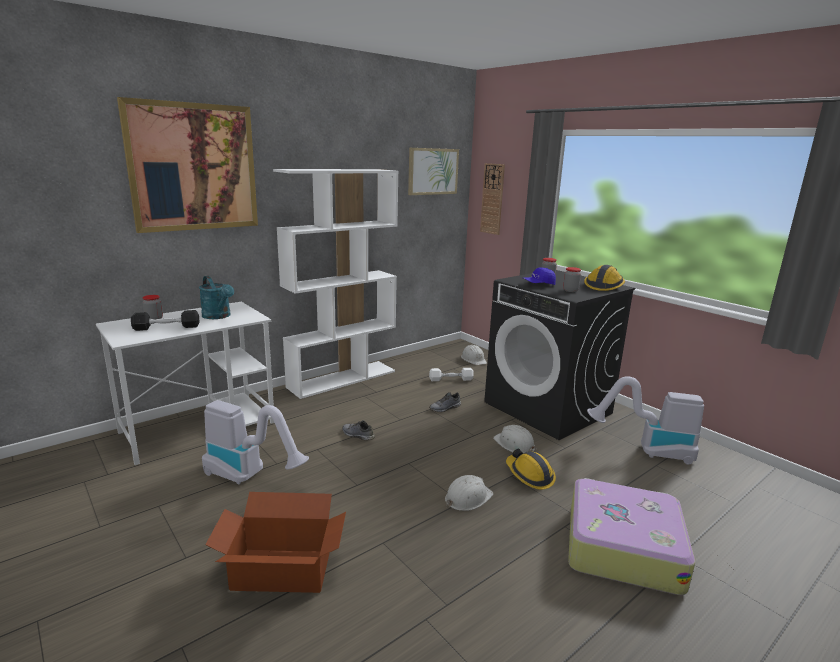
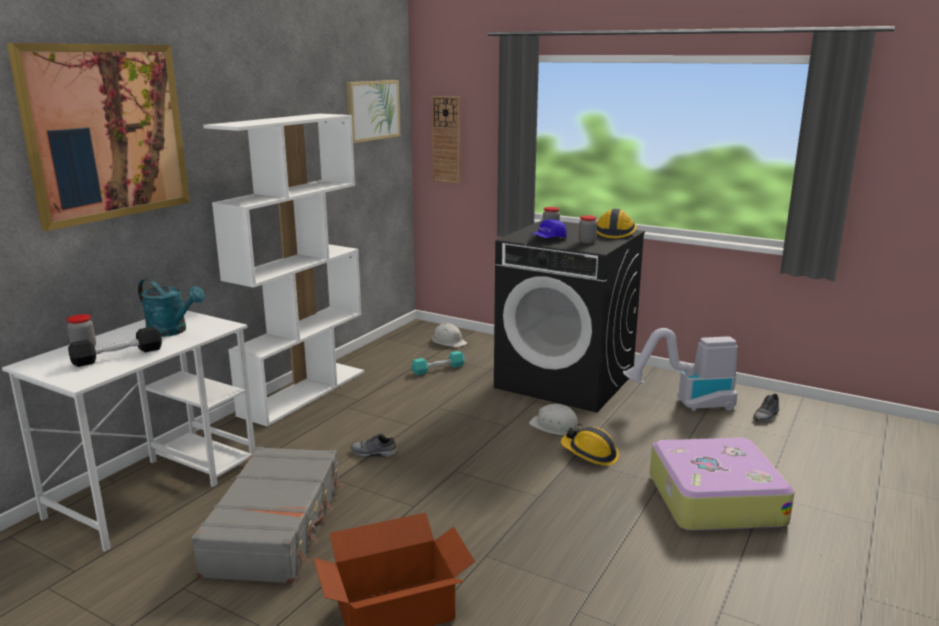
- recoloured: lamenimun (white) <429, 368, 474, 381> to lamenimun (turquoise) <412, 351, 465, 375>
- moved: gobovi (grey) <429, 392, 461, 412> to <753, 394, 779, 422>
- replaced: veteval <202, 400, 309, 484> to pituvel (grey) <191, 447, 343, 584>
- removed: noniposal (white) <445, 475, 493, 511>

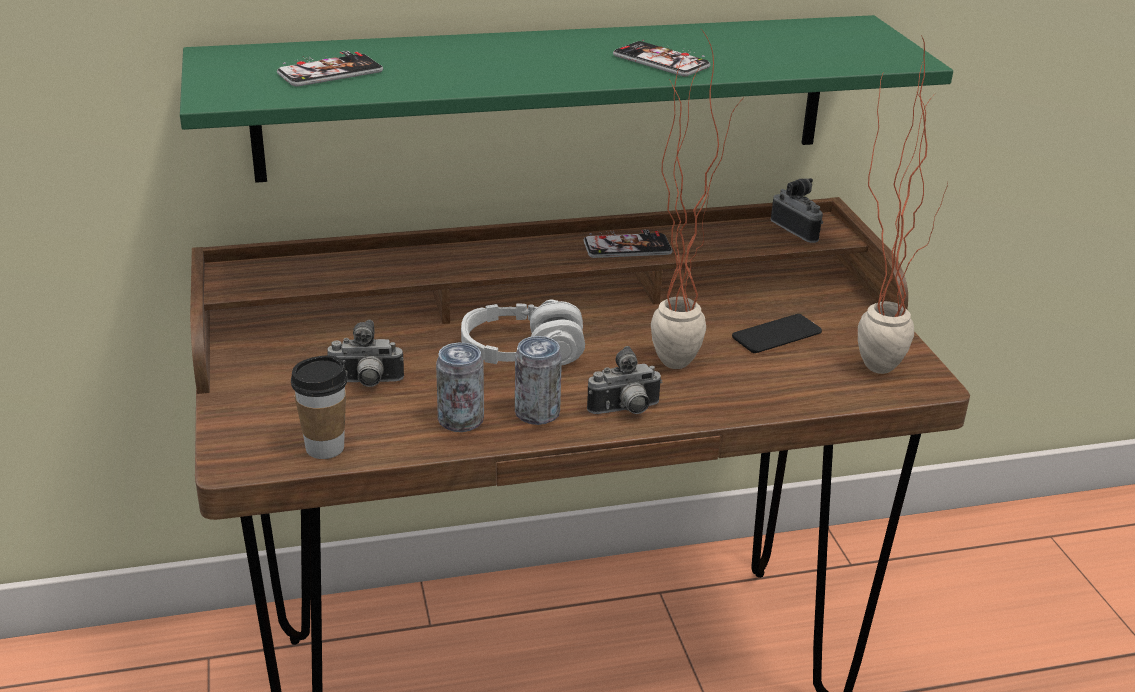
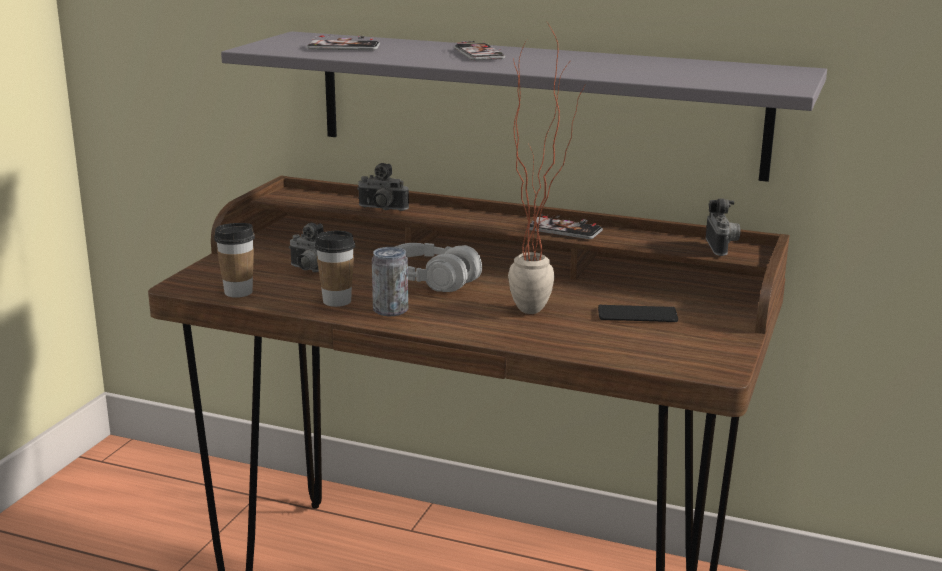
- recoloured: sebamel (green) <180, 15, 953, 183> to sebamel (grey) <221, 31, 827, 182>
- removed: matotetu <858, 35, 948, 374>
- moved: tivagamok <613, 41, 710, 76> to <454, 41, 505, 60>
- replaced: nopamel <436, 342, 484, 432> to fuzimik <315, 230, 355, 307>
- moved: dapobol <587, 346, 663, 414> to <357, 163, 409, 211>

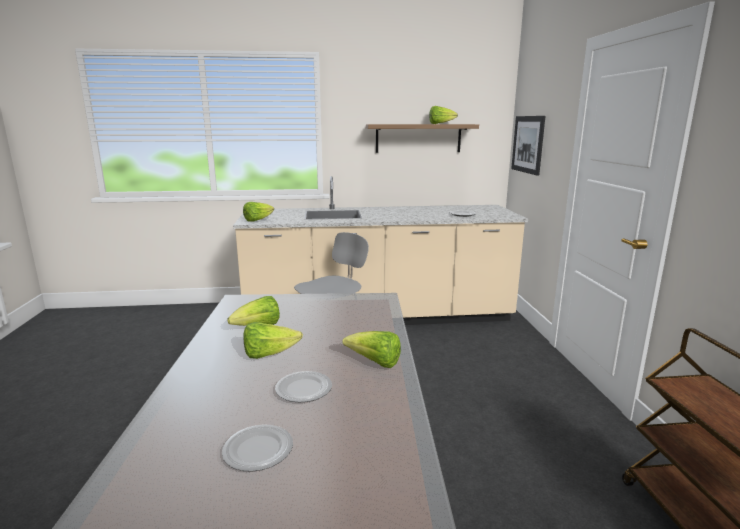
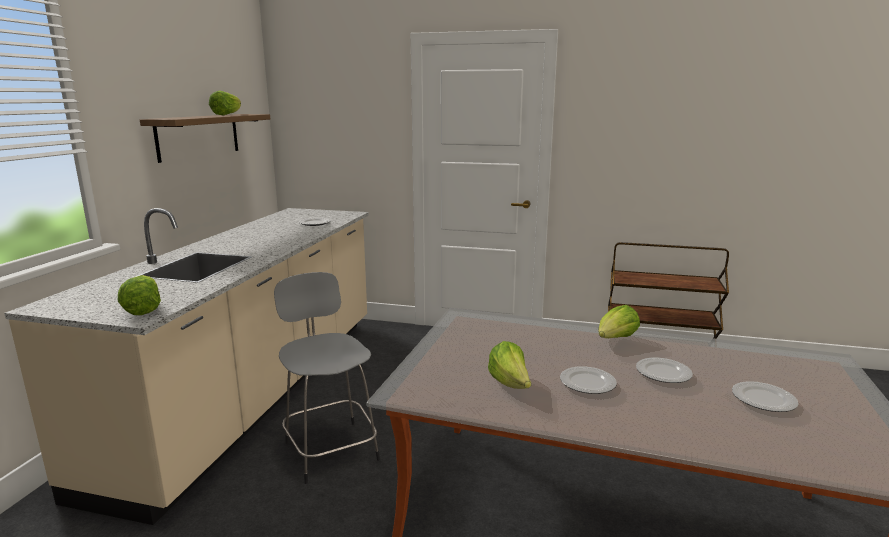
- removed: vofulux <511, 116, 545, 176>
- replaced: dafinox <243, 322, 303, 359> to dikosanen <560, 366, 617, 394>

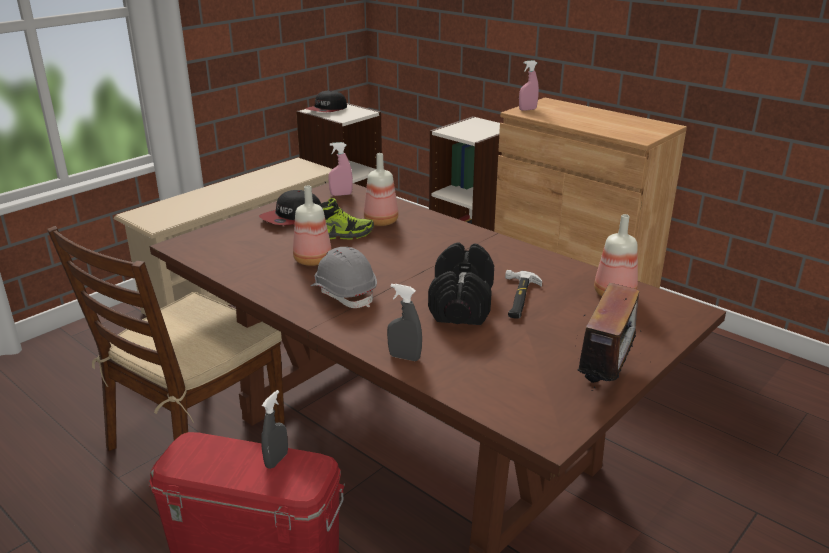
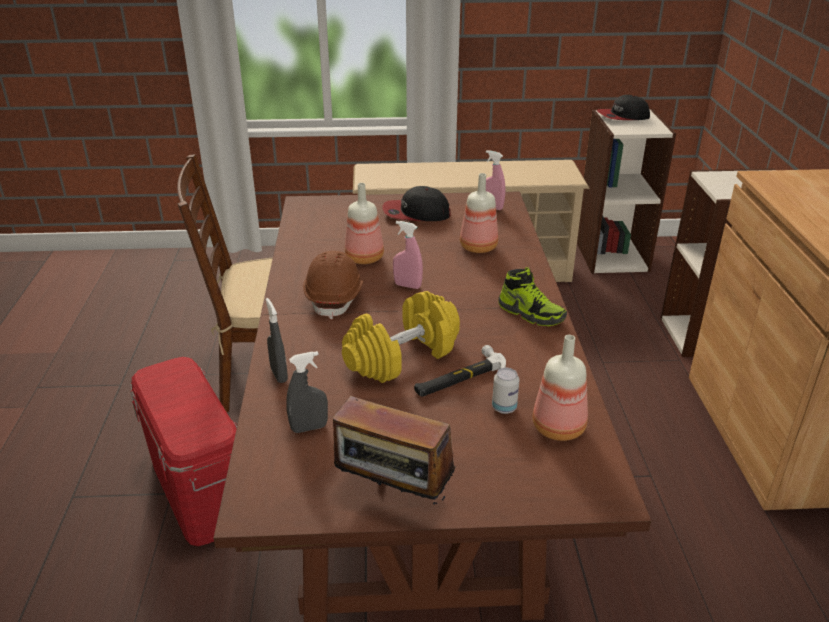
- moved: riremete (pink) <519, 60, 539, 111> to <393, 221, 423, 289>
- moved: gobovi <319, 198, 374, 240> to <498, 267, 567, 326>
- recoloured: lamenimun (black) <428, 242, 494, 325> to lamenimun (yellow) <342, 291, 460, 383>
- recoloured: noniposal (grey) <310, 247, 377, 308> to noniposal (brown) <303, 251, 363, 319>
- turned: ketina <575, 283, 641, 391> = <333, 396, 455, 505> 45 degrees clockwise
- moved: riremete (grey) <261, 390, 288, 469> to <286, 351, 328, 433>
- added: nopamel <492, 368, 519, 414>

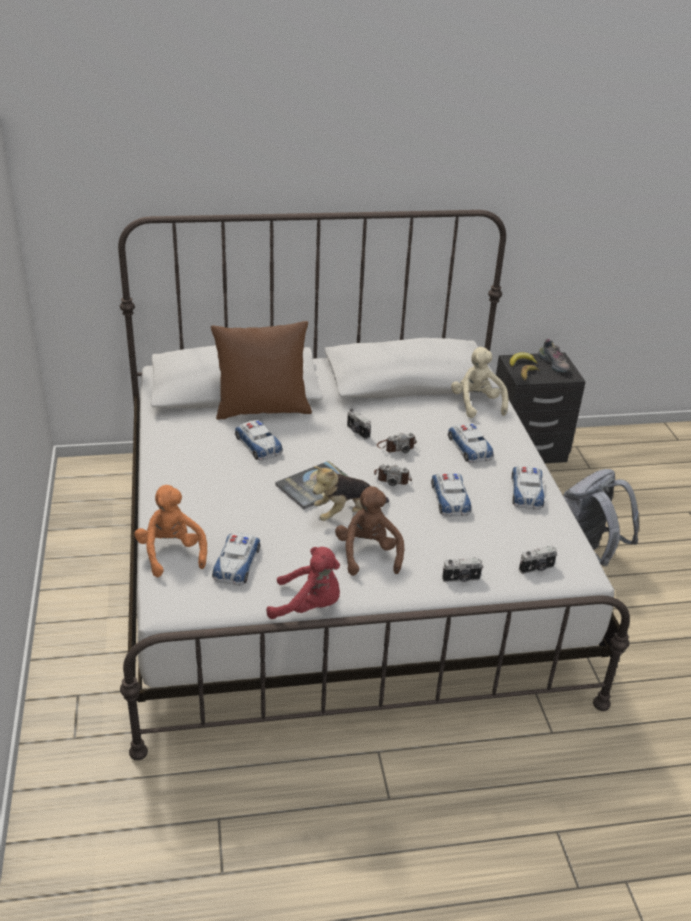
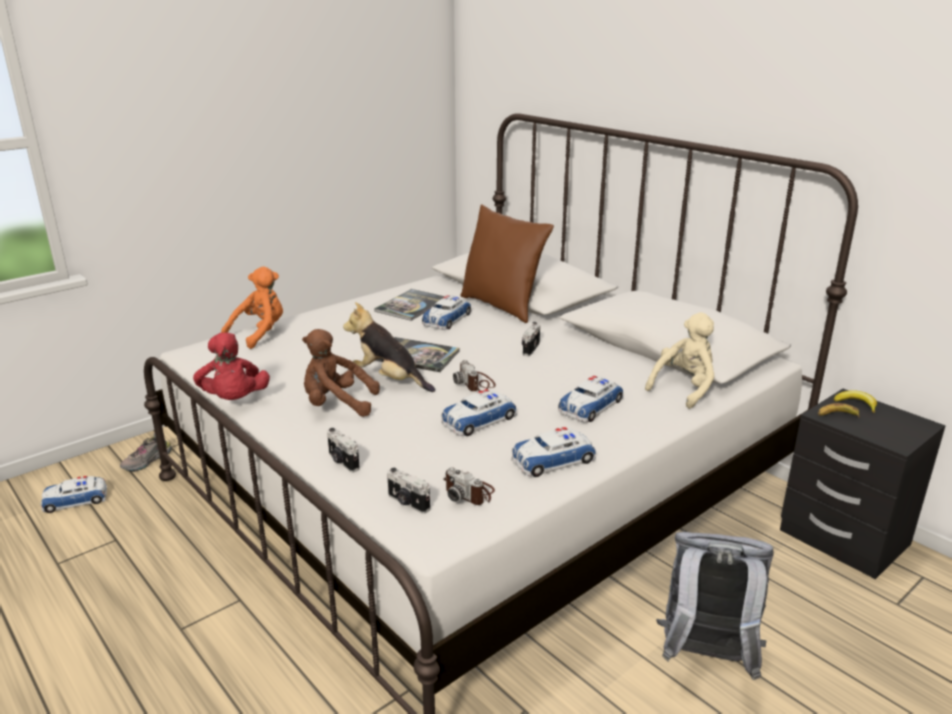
- moved: gobovi <538, 339, 570, 373> to <120, 433, 172, 472>
- moved: dapobol <377, 433, 417, 453> to <443, 467, 495, 505>
- turned: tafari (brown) <335, 486, 404, 576> = <302, 329, 380, 417> 135 degrees counterclockwise
- moved: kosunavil <212, 533, 261, 586> to <40, 476, 107, 513>
- added: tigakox <374, 289, 445, 321>

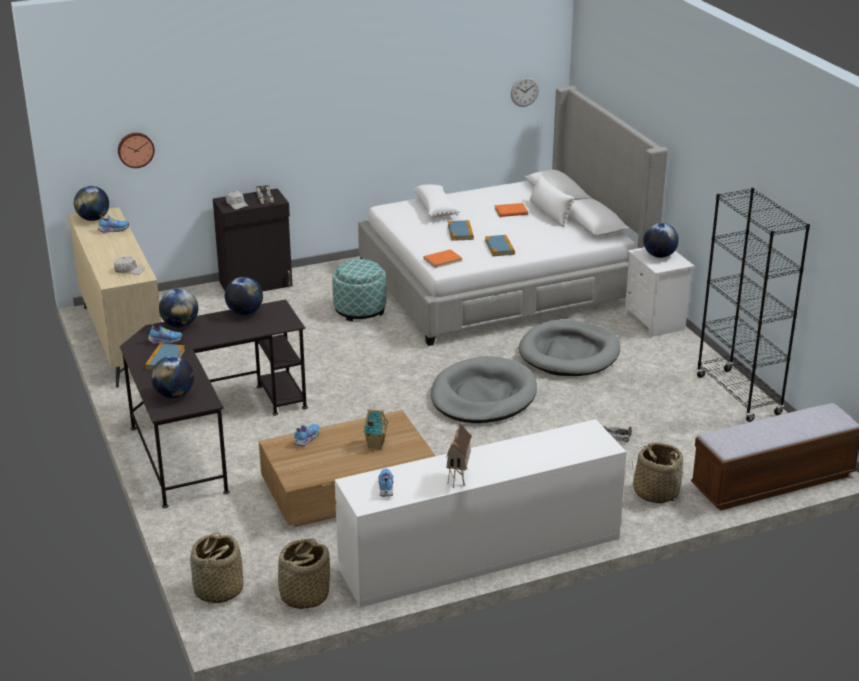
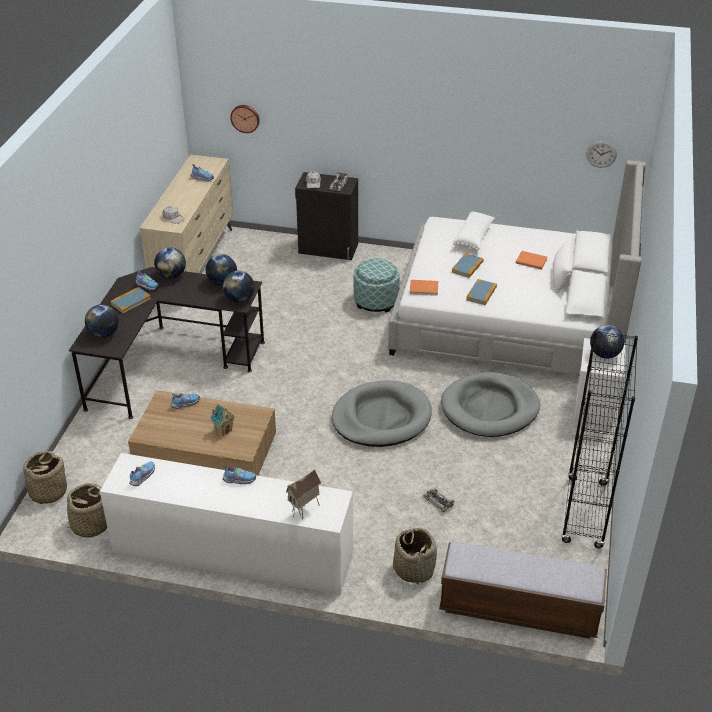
- moved: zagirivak <74, 186, 109, 221> to <222, 271, 254, 303>
- moved: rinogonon <446, 423, 472, 488> to <286, 469, 321, 520>
- added: gobovi <223, 466, 256, 484>

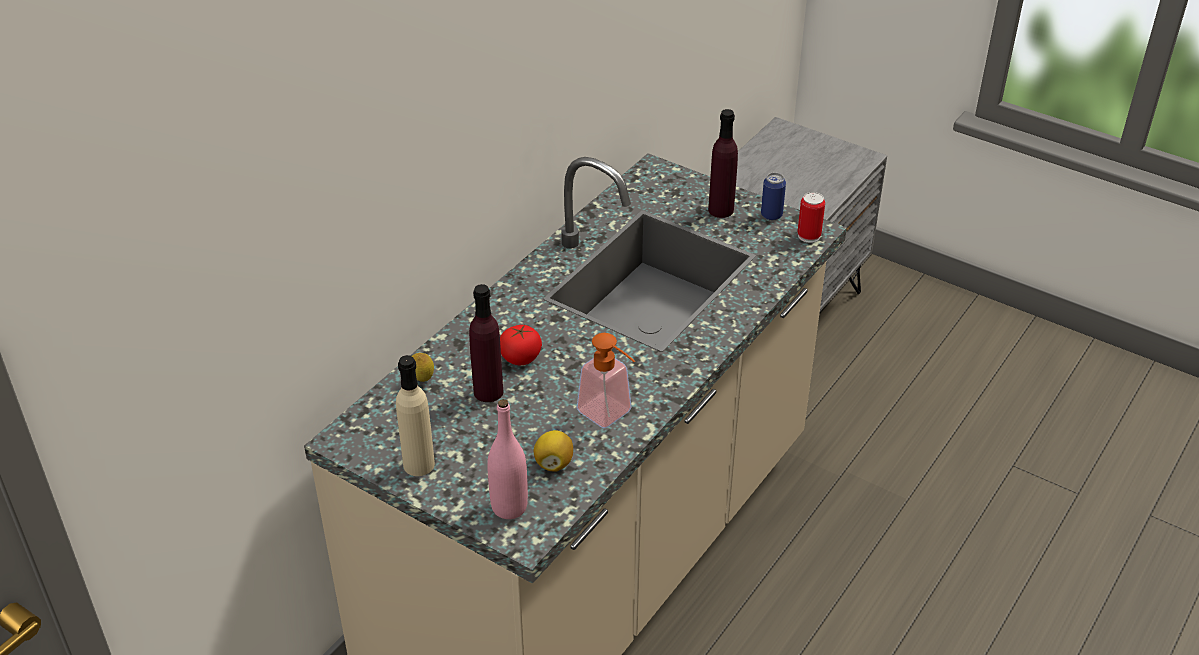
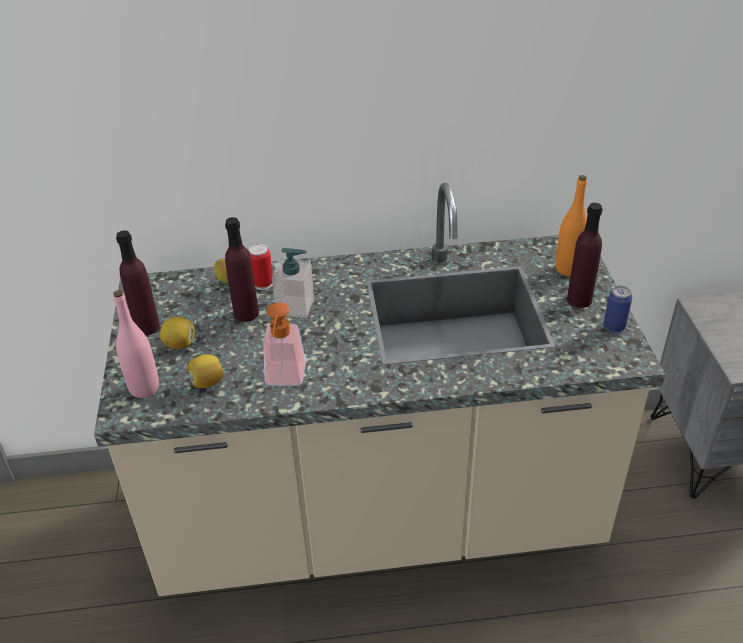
- moved: nopamel <797, 192, 825, 243> to <249, 244, 273, 290>
- replaced: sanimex <500, 325, 542, 365> to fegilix <271, 248, 314, 318>
- recoloured: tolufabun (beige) <396, 355, 435, 476> to tolufabun (purple) <116, 230, 160, 335>
- added: tolufabun (orange) <555, 175, 587, 276>
- added: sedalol <160, 317, 195, 349>

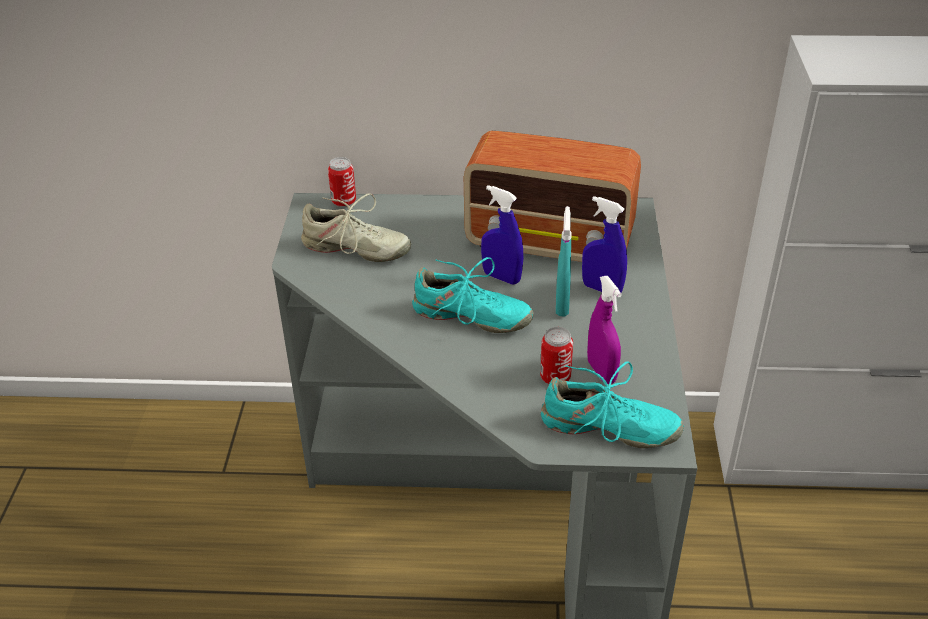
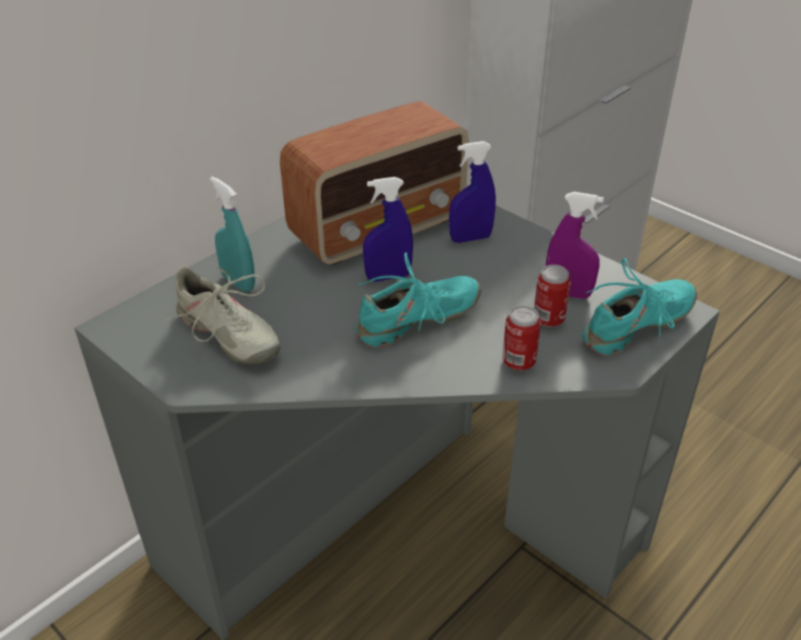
- moved: nopamel <328, 157, 356, 207> to <502, 305, 541, 371>
- turned: gobovi (beige) <301, 193, 411, 262> = <166, 264, 280, 364> 75 degrees clockwise
- moved: riremete (turquoise) <556, 206, 572, 316> to <210, 176, 255, 292>

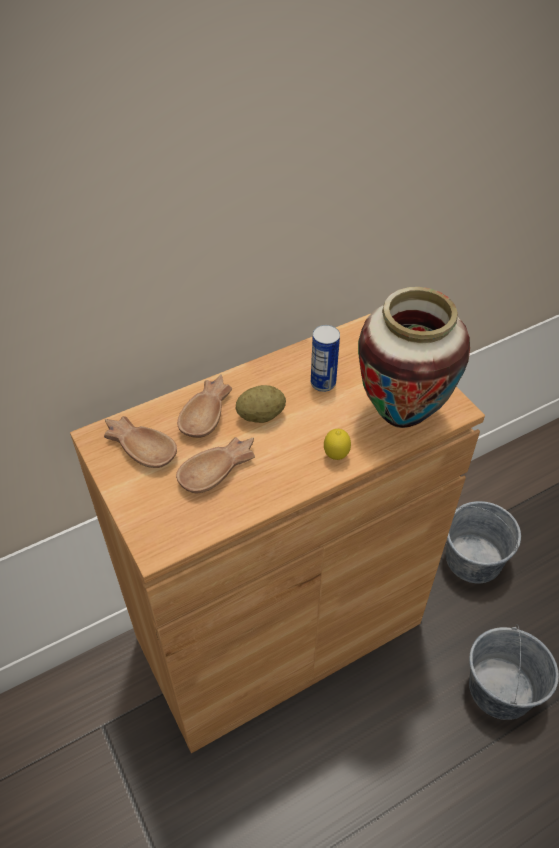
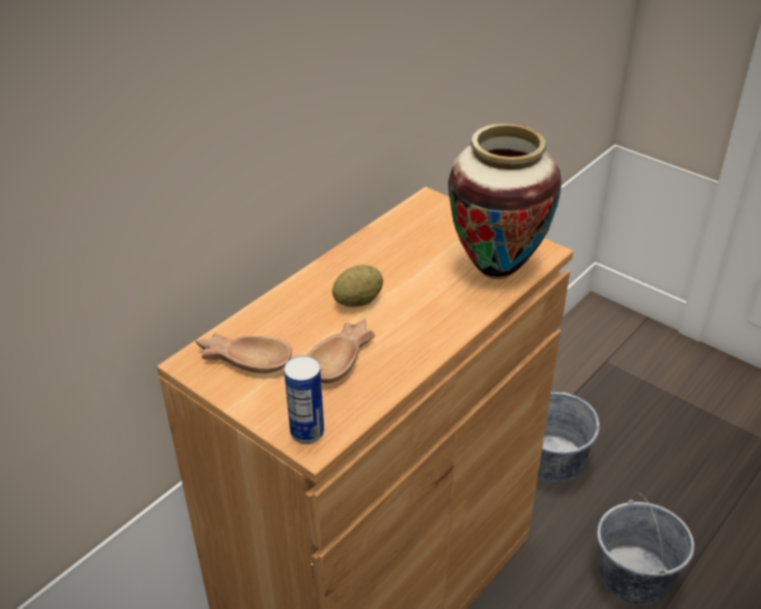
- moved: nopamel <311, 325, 340, 392> to <284, 355, 324, 444>
- removed: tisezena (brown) <177, 374, 232, 438>
- removed: sedalol <324, 429, 351, 460>

